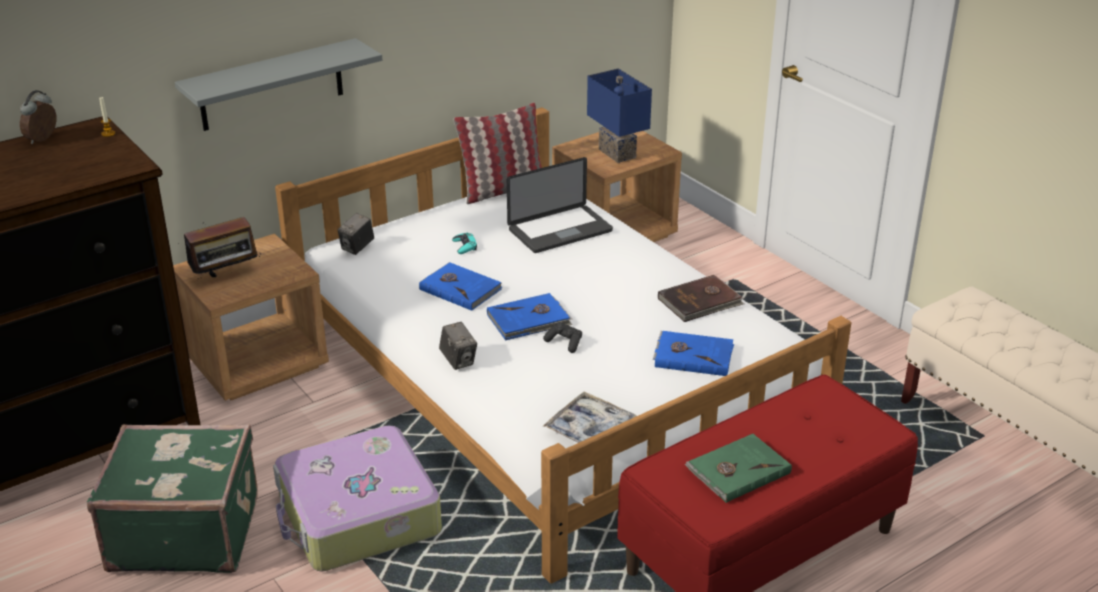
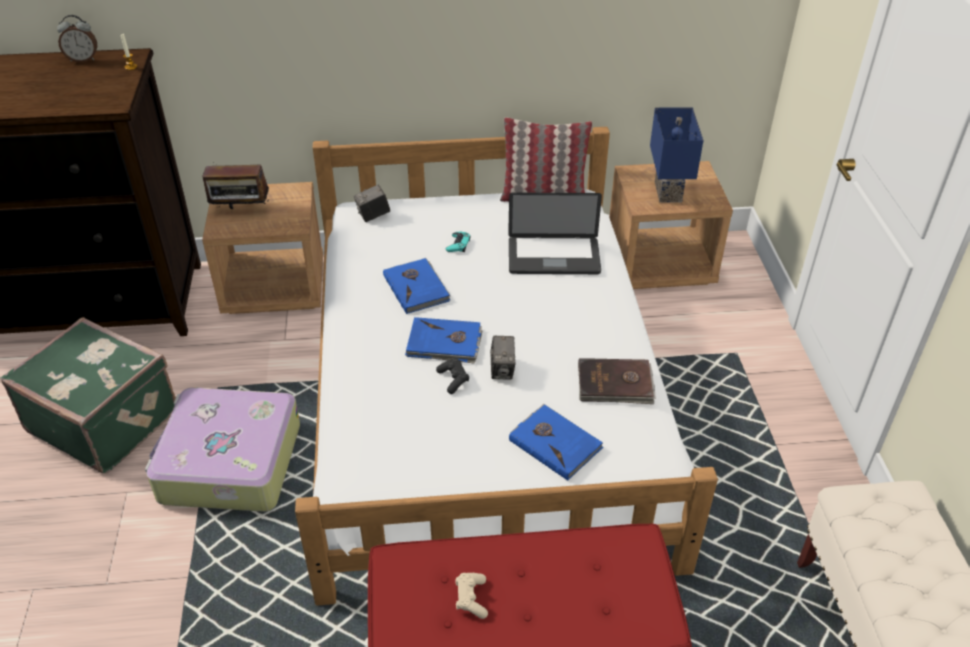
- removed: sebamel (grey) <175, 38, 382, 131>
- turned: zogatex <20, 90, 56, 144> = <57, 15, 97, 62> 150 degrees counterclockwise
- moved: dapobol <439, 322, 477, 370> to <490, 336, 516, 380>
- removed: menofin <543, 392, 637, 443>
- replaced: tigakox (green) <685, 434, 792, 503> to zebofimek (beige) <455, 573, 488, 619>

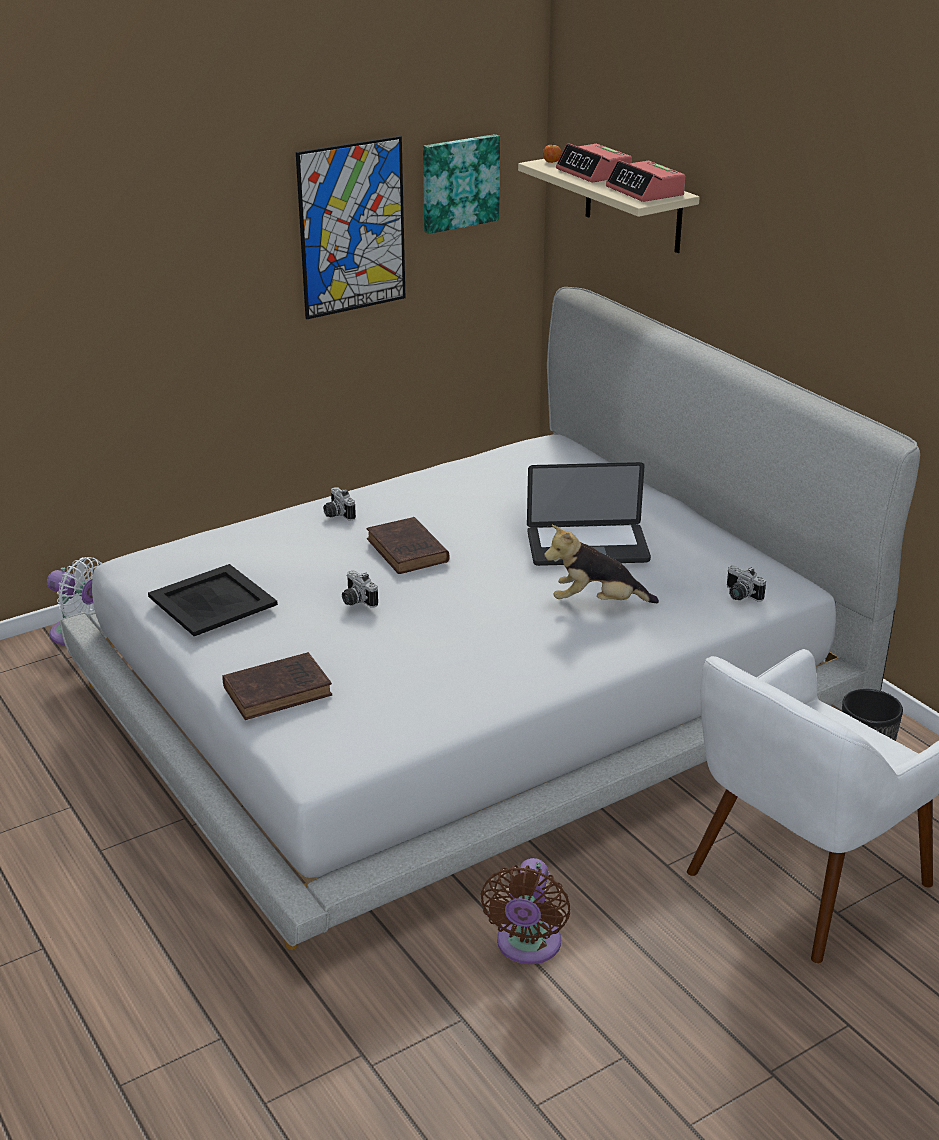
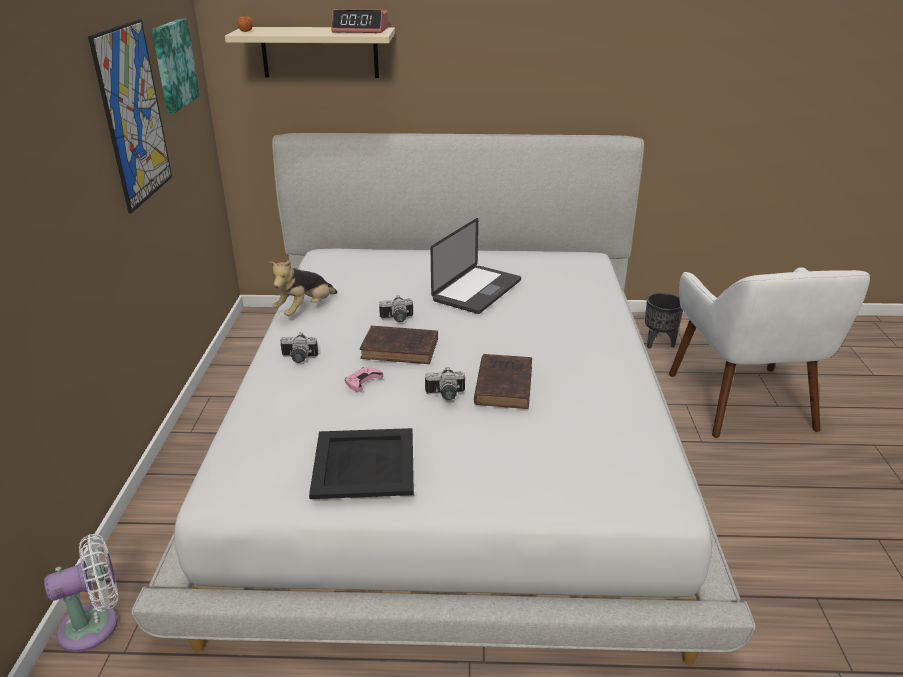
- removed: zogatex <556, 143, 632, 183>
- moved: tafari <544, 525, 659, 603> to <268, 260, 337, 316>
- moved: dapobol <727, 566, 766, 601> to <379, 295, 413, 323>
- moved: tigakox (brown) <222, 652, 332, 720> to <474, 354, 532, 409>
- removed: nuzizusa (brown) <480, 858, 570, 964>
- added: zebofimek (pink) <345, 367, 383, 392>

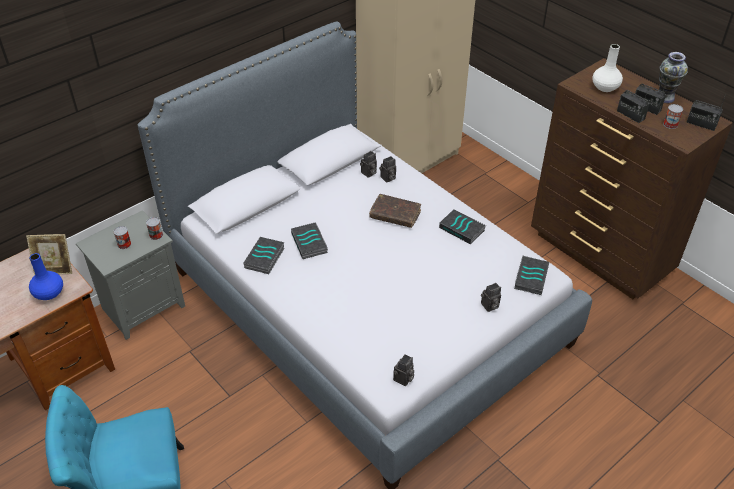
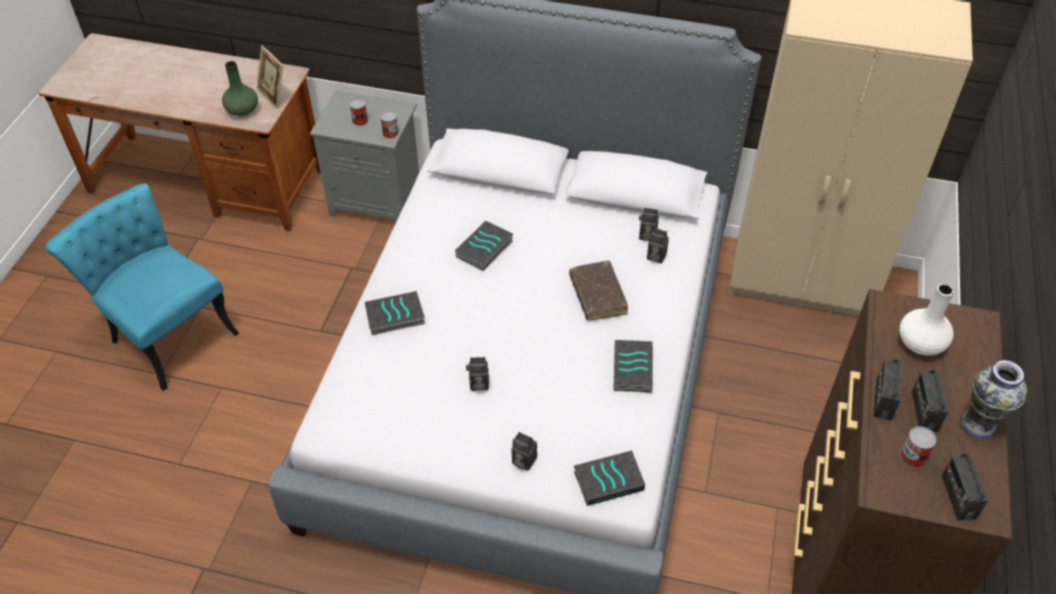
- moved: tigakox <244, 237, 285, 274> to <365, 291, 425, 336>
- recoloured: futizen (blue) <29, 253, 63, 300> to futizen (green) <222, 61, 258, 116>
- moved: dapobol <393, 354, 414, 386> to <466, 357, 489, 391>

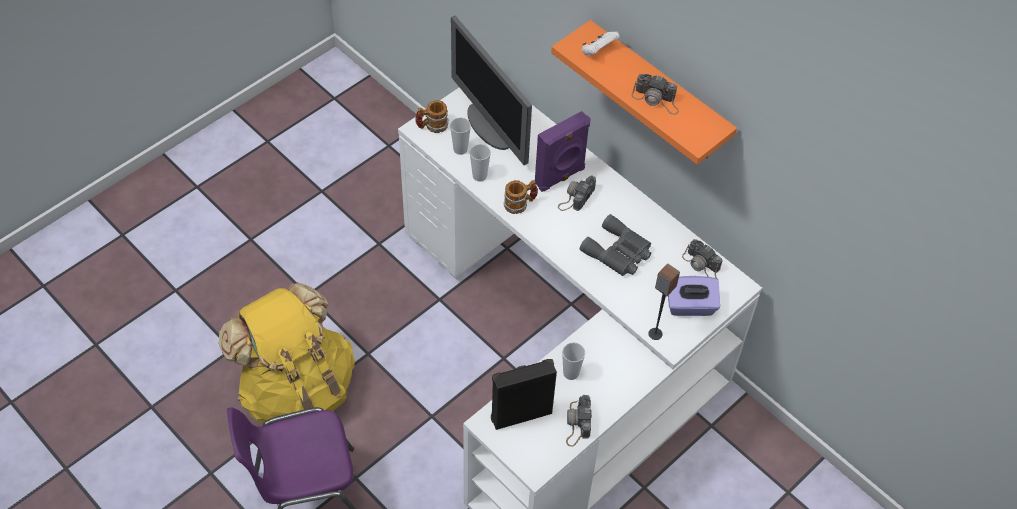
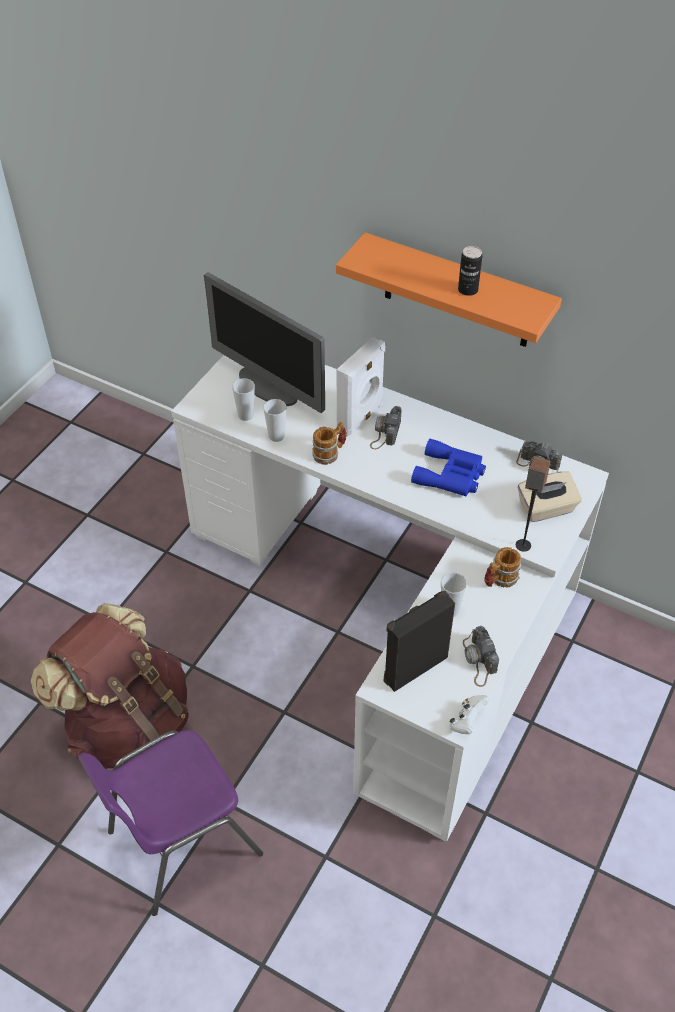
- moved: zebofimek (white) <582, 32, 620, 56> to <450, 695, 490, 734>
- replaced: dapobol <632, 74, 679, 115> to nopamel <458, 246, 482, 296>
- moved: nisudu <415, 100, 448, 133> to <484, 547, 521, 588>
- recoloured: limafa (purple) <535, 111, 591, 192> to limafa (white) <337, 337, 385, 436>
- recoloured: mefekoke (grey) <580, 214, 651, 276> to mefekoke (blue) <411, 439, 486, 496>
- recoloured: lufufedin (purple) <668, 276, 720, 316> to lufufedin (beige) <518, 471, 582, 522>
- recoloured: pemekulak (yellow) <219, 282, 355, 423> to pemekulak (brown) <31, 603, 189, 769>

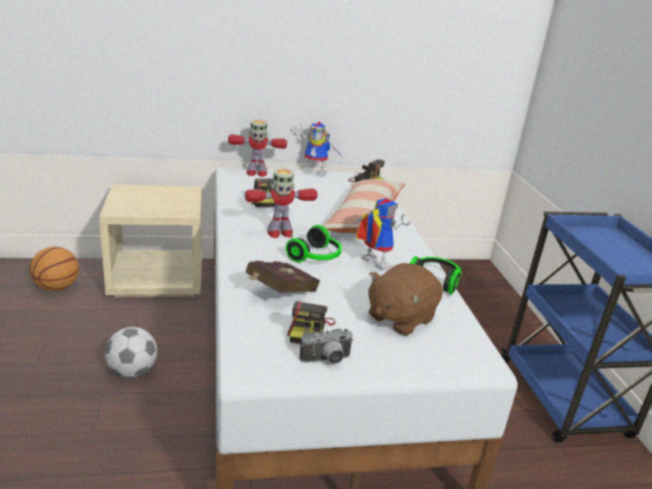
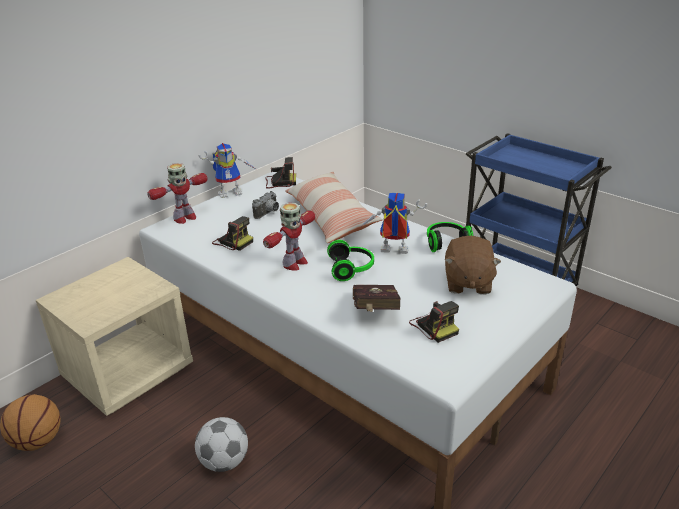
- moved: dapobol <299, 329, 353, 364> to <252, 191, 279, 219>

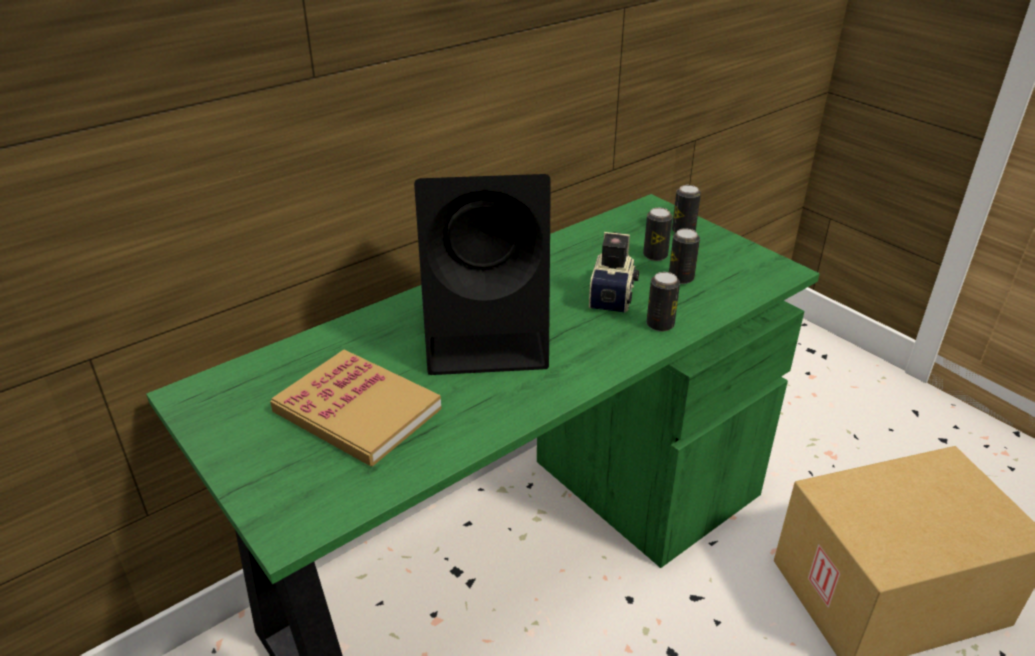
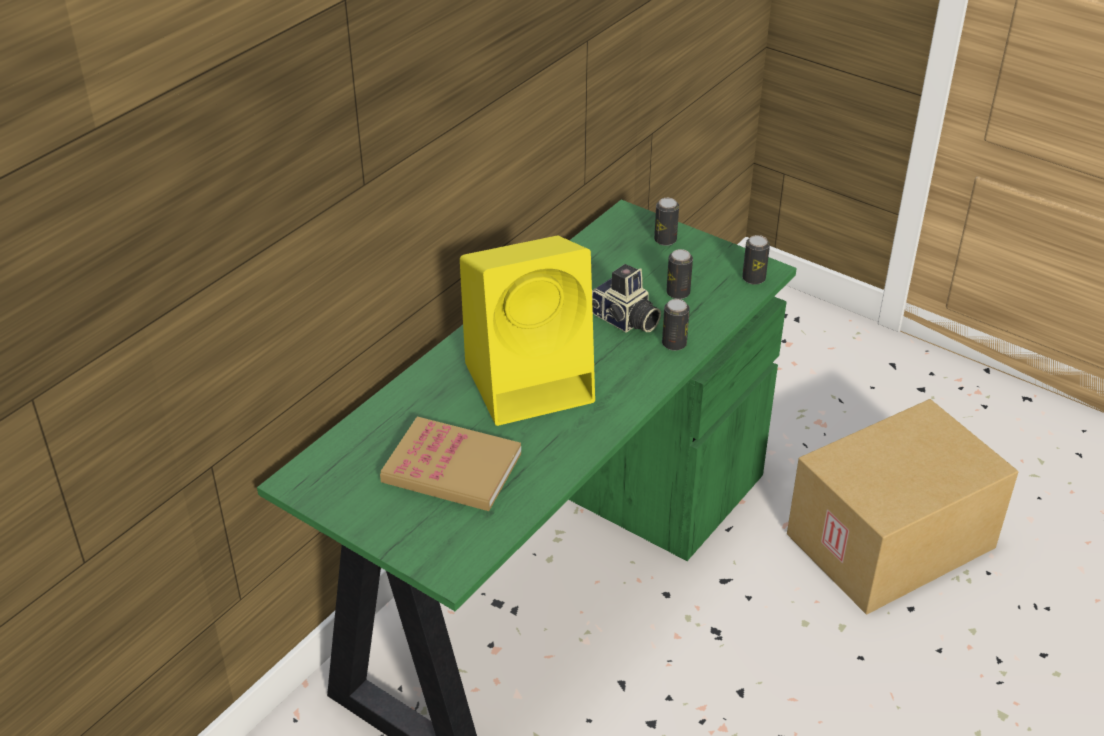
- recoloured: limafa (black) <414, 174, 551, 375> to limafa (yellow) <460, 236, 595, 426>
- moved: nopamel <643, 208, 673, 261> to <742, 235, 770, 285>
- turned: dapobol <589, 232, 639, 313> = <592, 264, 661, 333> 135 degrees clockwise

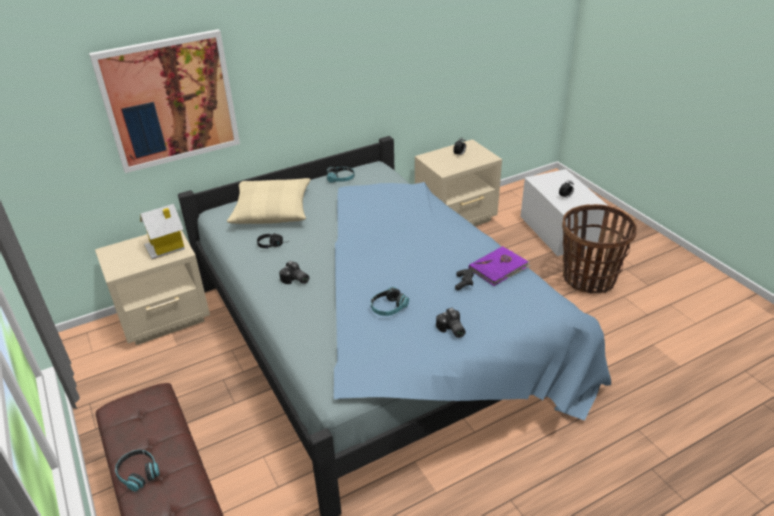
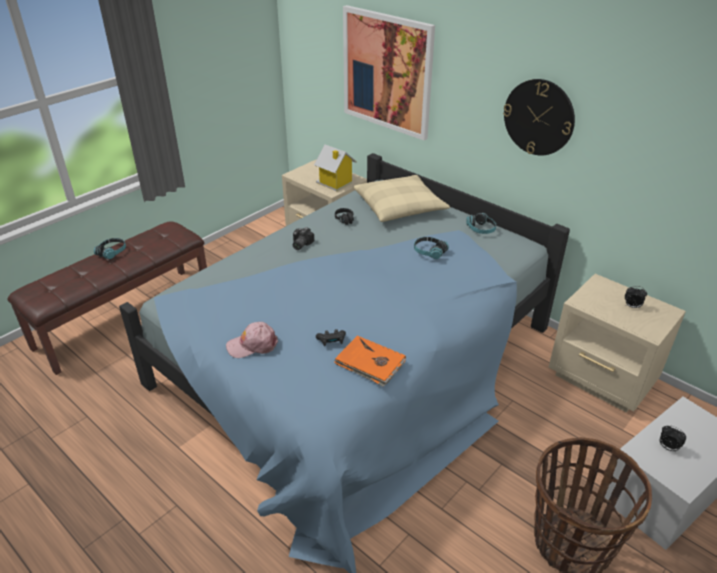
- recoloured: tigakox (purple) <469, 246, 530, 286> to tigakox (orange) <334, 336, 406, 387>
- moved: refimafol <371, 287, 409, 316> to <414, 237, 449, 259>
- replaced: dapobol <436, 308, 466, 338> to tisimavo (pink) <226, 322, 278, 358>
- added: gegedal <503, 79, 575, 156>

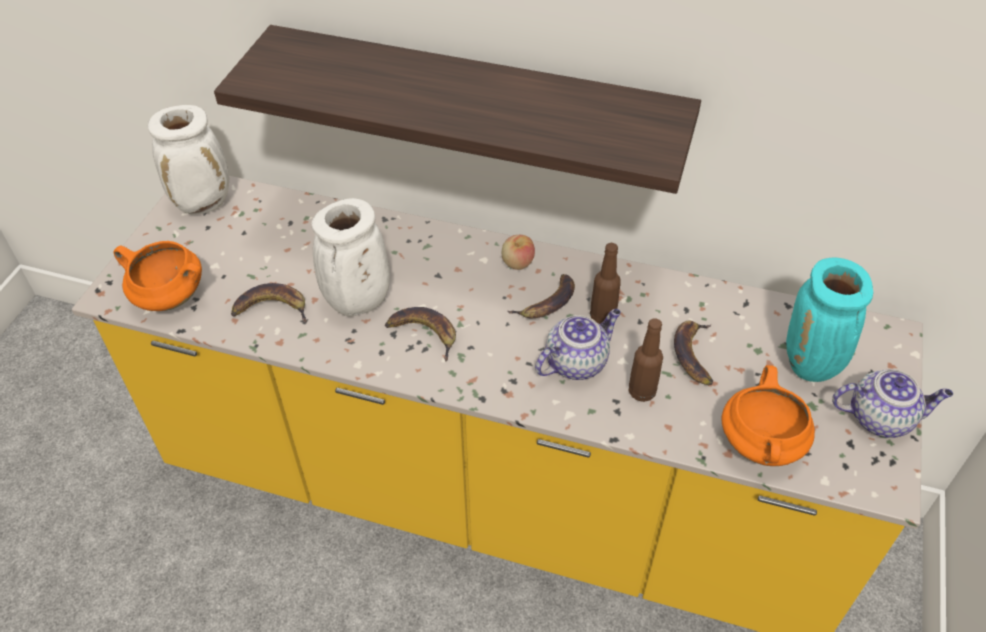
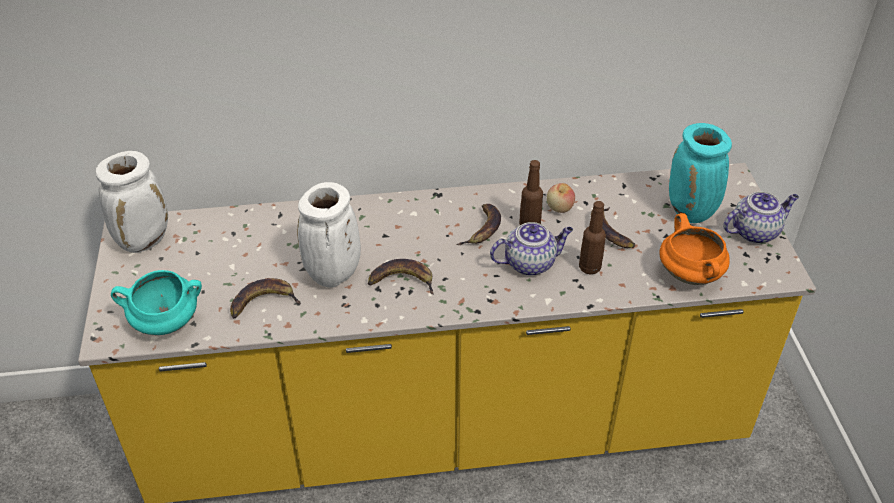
- removed: sebamel <214, 25, 701, 194>
- moved: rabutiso <502, 235, 535, 270> to <547, 183, 575, 213>
- recoloured: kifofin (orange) <113, 241, 202, 311> to kifofin (turquoise) <111, 270, 202, 335>
- turned: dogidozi <535, 309, 621, 380> = <490, 222, 573, 276> 45 degrees clockwise

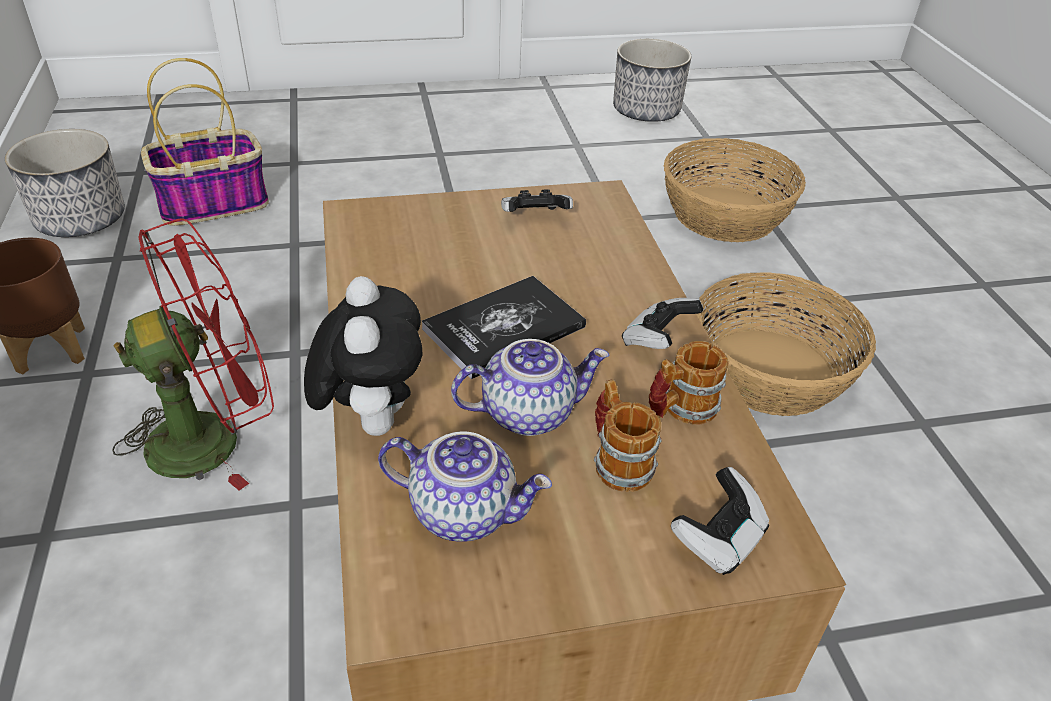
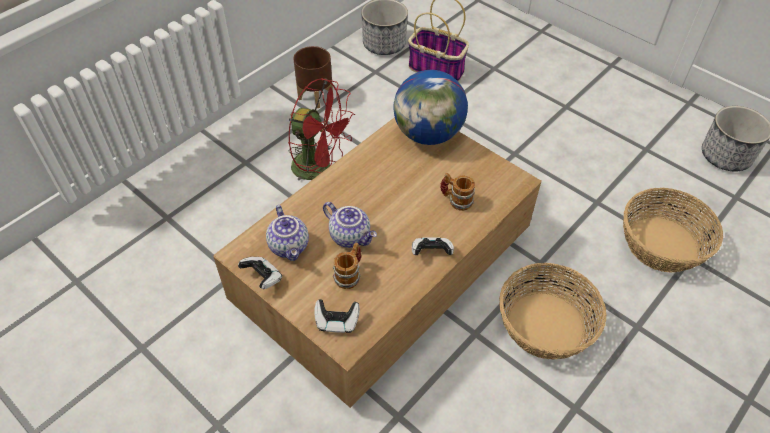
- moved: zebofimek <501, 189, 573, 212> to <238, 257, 282, 289>
- removed: tafari <304, 276, 423, 436>
- removed: tigakox <422, 276, 586, 379>
- moved: nisudu <649, 341, 729, 425> to <440, 173, 475, 211>
- added: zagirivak <393, 70, 468, 145>

